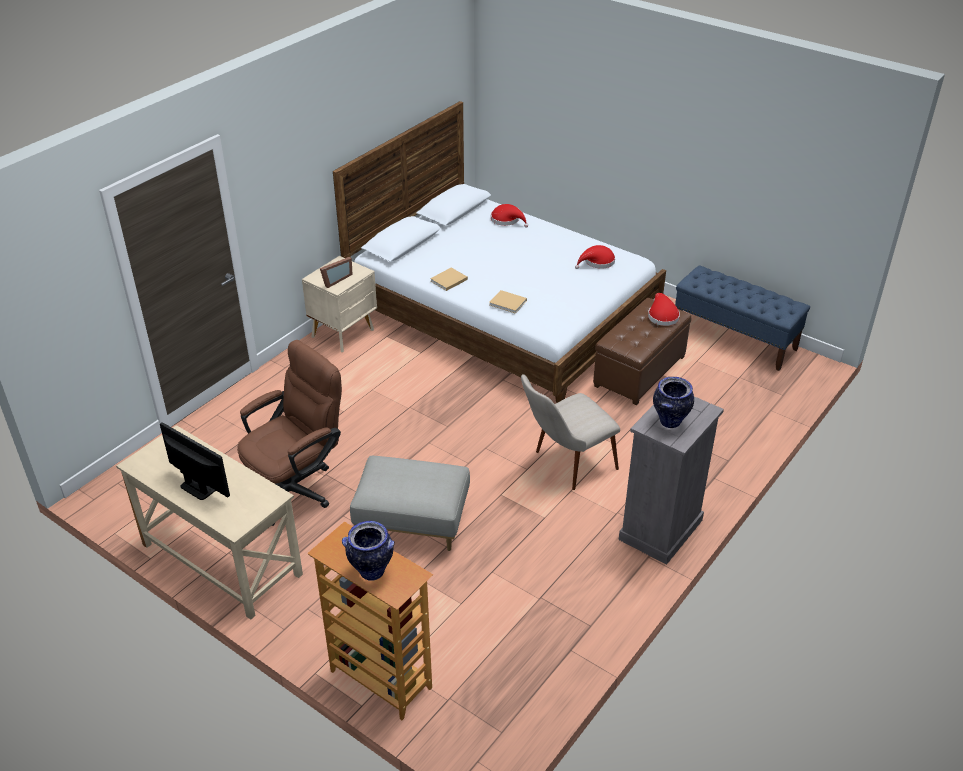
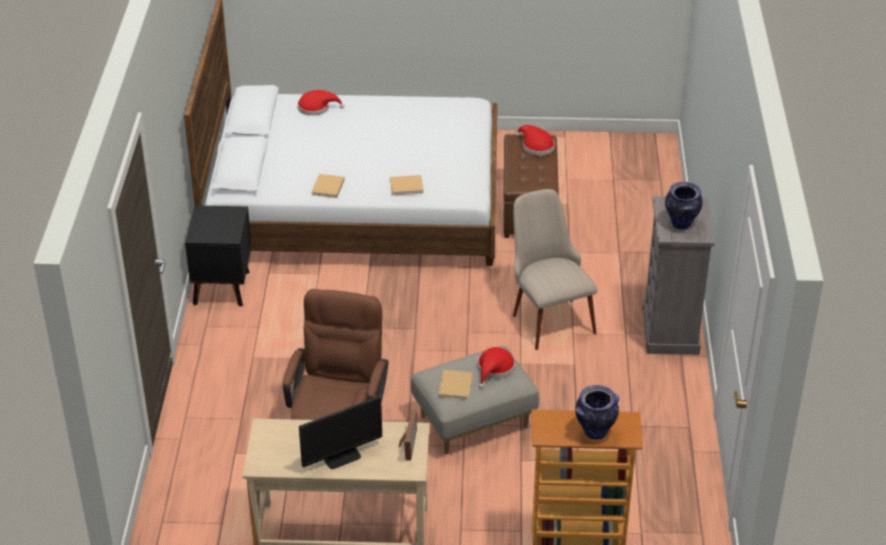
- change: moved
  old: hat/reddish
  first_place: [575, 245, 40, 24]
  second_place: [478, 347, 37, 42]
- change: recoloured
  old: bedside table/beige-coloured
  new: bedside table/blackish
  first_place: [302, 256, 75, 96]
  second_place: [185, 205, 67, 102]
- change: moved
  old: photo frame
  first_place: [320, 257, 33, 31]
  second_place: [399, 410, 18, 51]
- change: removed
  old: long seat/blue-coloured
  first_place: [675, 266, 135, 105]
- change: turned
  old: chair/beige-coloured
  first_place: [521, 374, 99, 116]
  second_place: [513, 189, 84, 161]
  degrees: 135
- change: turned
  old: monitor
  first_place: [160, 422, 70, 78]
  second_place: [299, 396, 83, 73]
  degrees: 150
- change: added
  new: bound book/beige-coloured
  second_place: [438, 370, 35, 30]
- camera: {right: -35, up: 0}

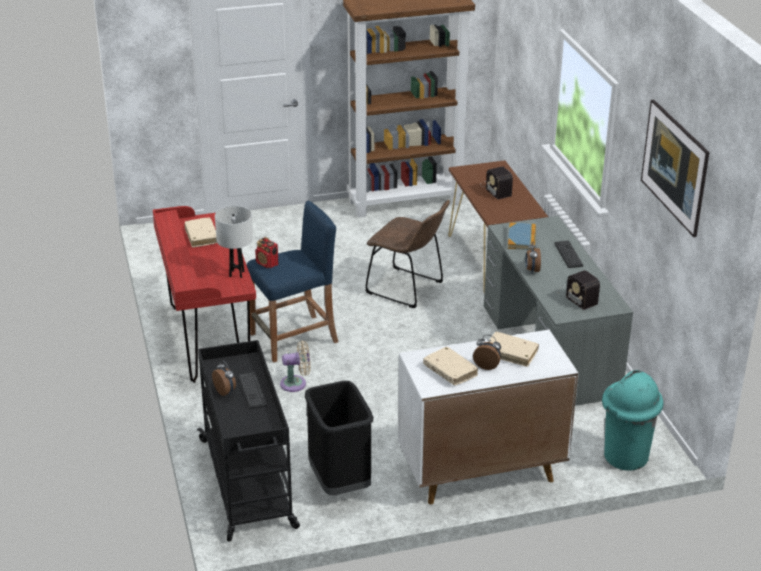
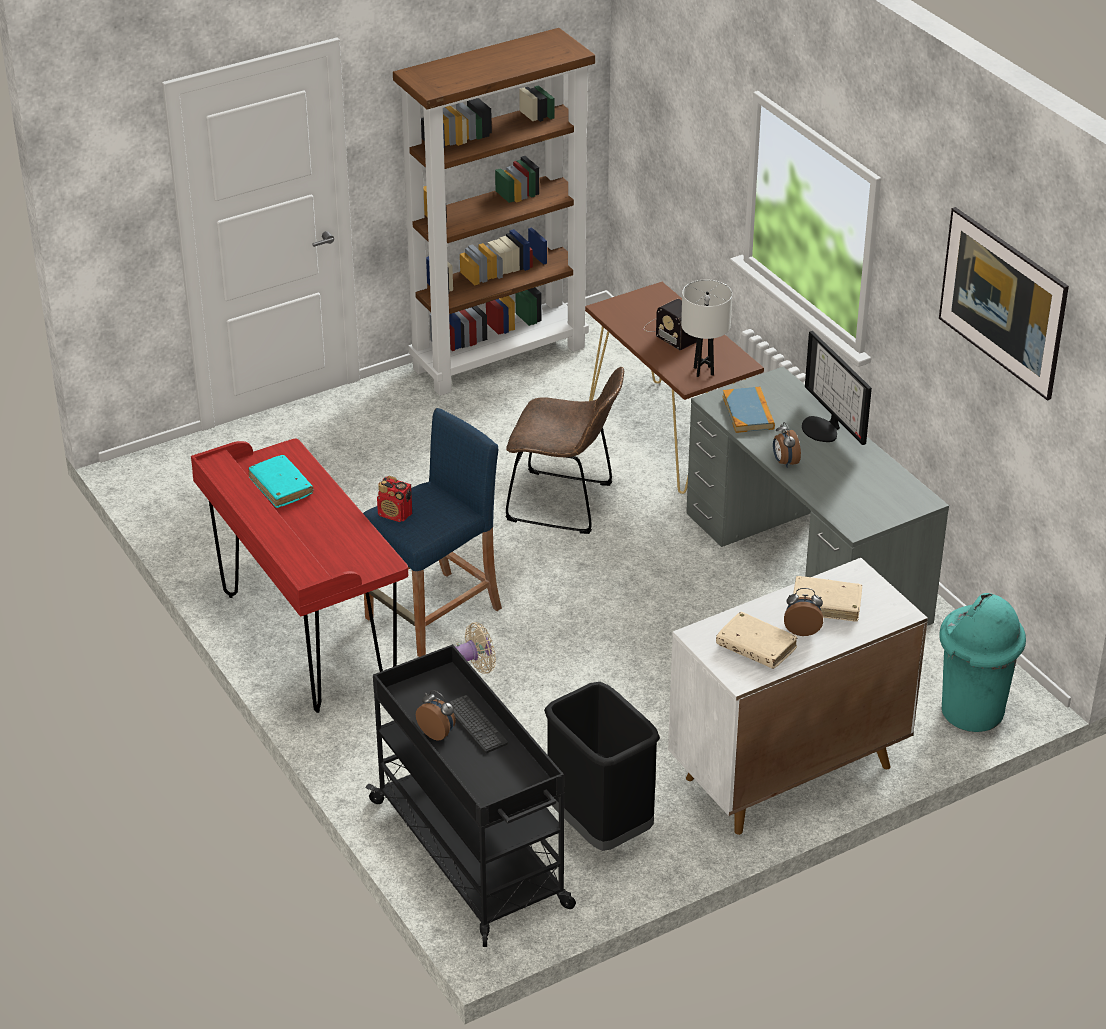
- change: moved
  old: table lamp/whitish
  first_place: [215, 206, 38, 72]
  second_place: [681, 280, 52, 97]
- change: recoloured
  old: bound book/beige-coloured
  new: bound book/turquoise
  first_place: [184, 218, 33, 29]
  second_place: [249, 455, 64, 53]
- change: replaced
  old: keyboard
  new: monitor
  first_place: [554, 240, 29, 28]
  second_place: [802, 331, 70, 114]
- change: removed
  old: radio receiver
  first_place: [557, 270, 43, 40]
- camera: {right: -15, up: 5}

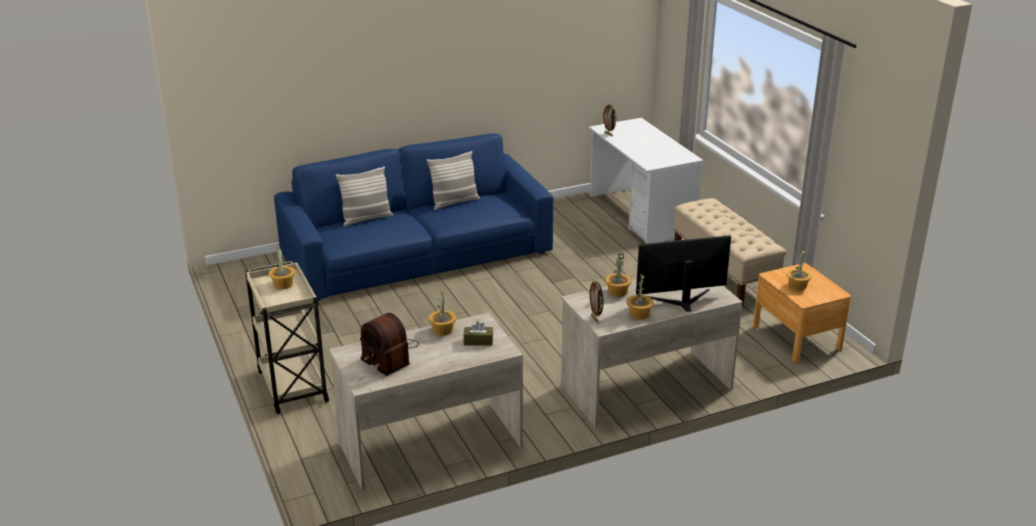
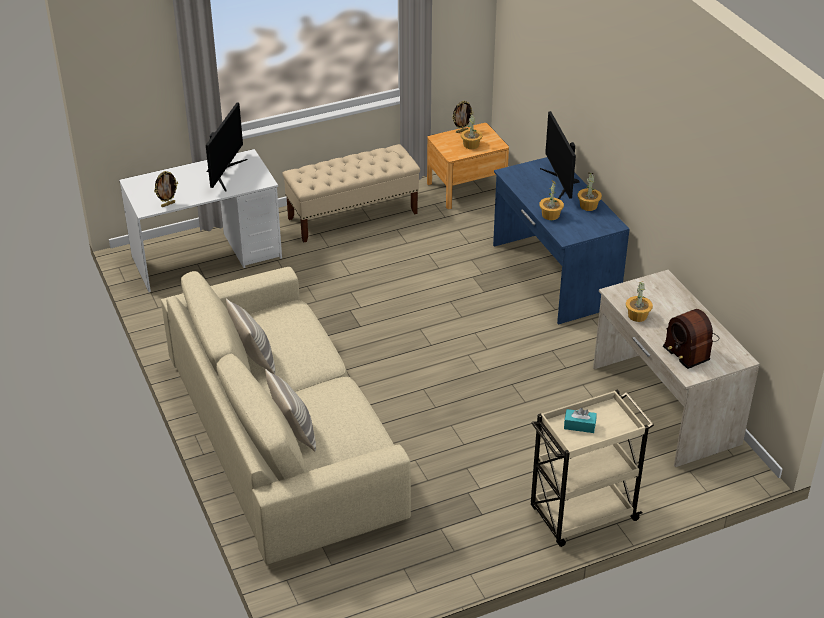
- change: recoloured
  old: settee/blue-coloured
  new: settee/beige-coloured
  first_place: [274, 133, 279, 168]
  second_place: [161, 267, 250, 298]
- change: replaced
  old: plant in a pot
  new: tissue holder/turquoise
  first_place: [269, 248, 26, 41]
  second_place: [564, 408, 33, 25]
- change: recoloured
  old: desk unit/beige-coloured
  new: desk unit/blue-coloured
  first_place: [561, 279, 181, 149]
  second_place: [493, 157, 137, 168]
- change: moved
  old: photo frame
  first_place: [589, 280, 14, 44]
  second_place: [452, 101, 22, 32]
- change: turned
  old: radio receiver
  first_place: [360, 313, 59, 63]
  second_place: [663, 309, 56, 60]
  degrees: 105
- change: removed
  old: tissue holder/brownish
  first_place: [463, 321, 30, 25]
- change: added
  new: monitor
  second_place: [206, 102, 42, 90]
- camera: {right: -90, up: 10}

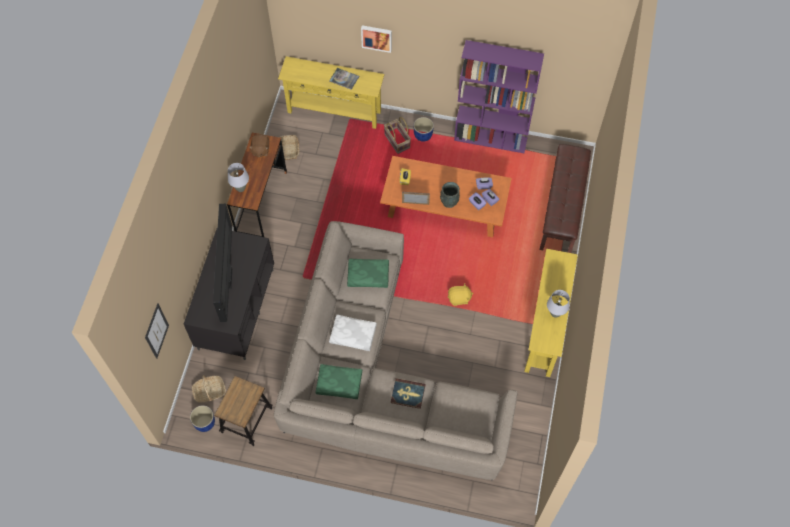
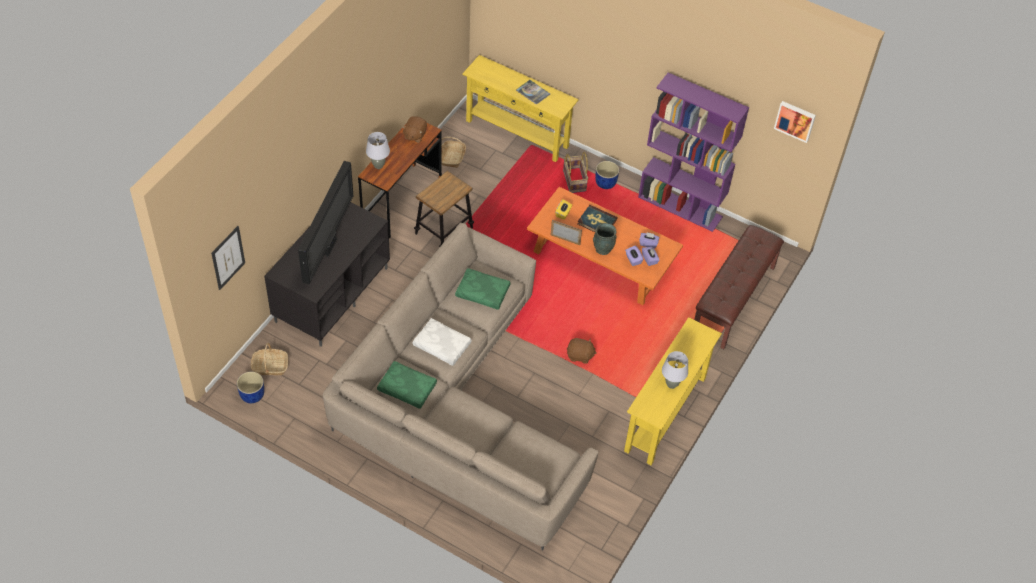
- change: moved
  old: picture
  first_place: [361, 25, 31, 28]
  second_place: [774, 101, 42, 42]
- change: recoloured
  old: cuddly toy/yellow-coloured
  new: cuddly toy/brownish
  first_place: [448, 283, 25, 23]
  second_place: [567, 338, 30, 26]
- change: moved
  old: sitting stool
  first_place: [214, 376, 58, 70]
  second_place: [414, 171, 60, 76]
- change: moved
  old: bound book
  first_place: [391, 378, 35, 31]
  second_place: [578, 205, 39, 27]
- camera: {right: 15, up: -10}

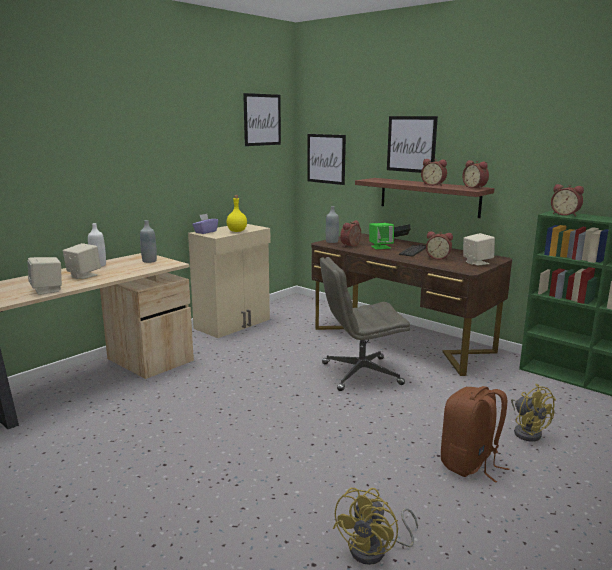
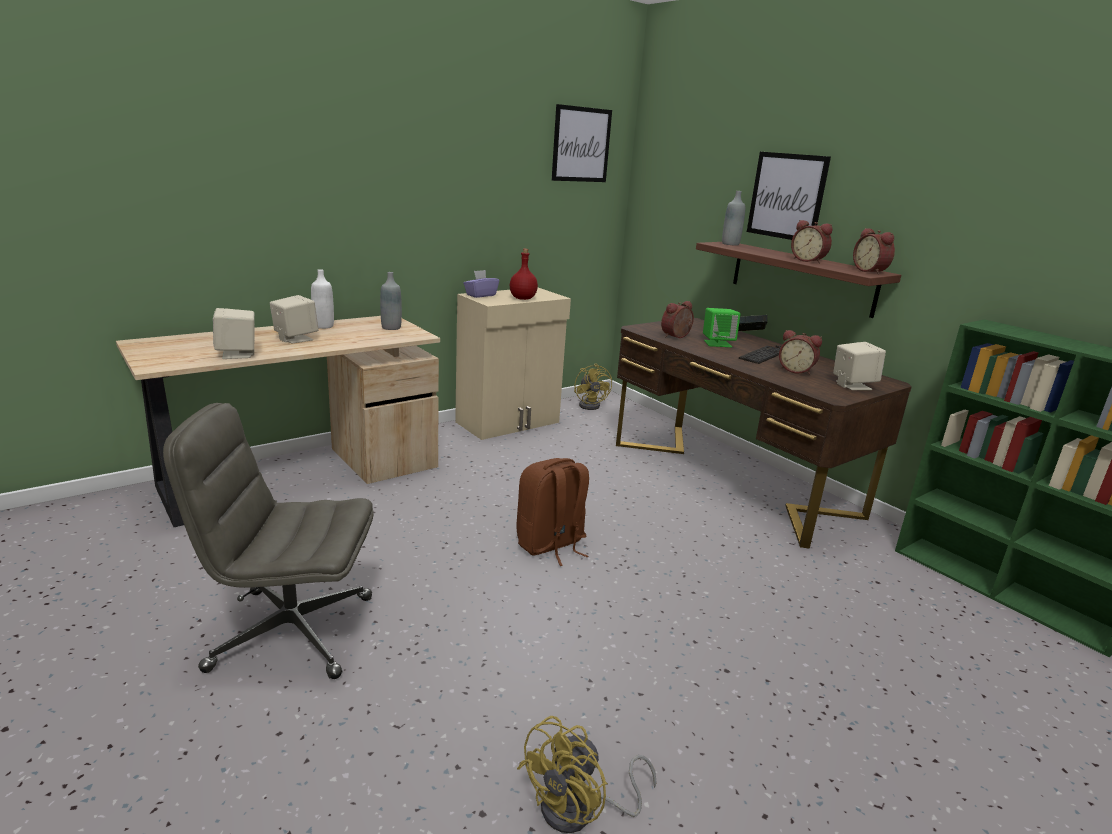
- change: removed
  old: picture
  first_place: [307, 134, 39, 51]
- change: removed
  old: alarm clock
  first_place: [551, 184, 33, 32]
- change: recoloured
  old: bottle/yellow-coloured
  new: bottle/reddish
  first_place: [227, 195, 20, 37]
  second_place: [510, 249, 28, 51]
- change: moved
  old: bottle/gray
  first_place: [326, 206, 13, 37]
  second_place: [722, 191, 23, 55]
- change: moved
  old: computer chair/gray
  first_place: [320, 257, 90, 134]
  second_place: [163, 403, 211, 276]
- change: moved
  old: cooling fan/yellow-coloured
  first_place: [511, 384, 45, 57]
  second_place: [574, 363, 38, 47]
- change: moved
  old: knapsack/brownish
  first_place: [441, 386, 68, 97]
  second_place: [516, 458, 73, 108]
- camera: {right: 10, up: 5}

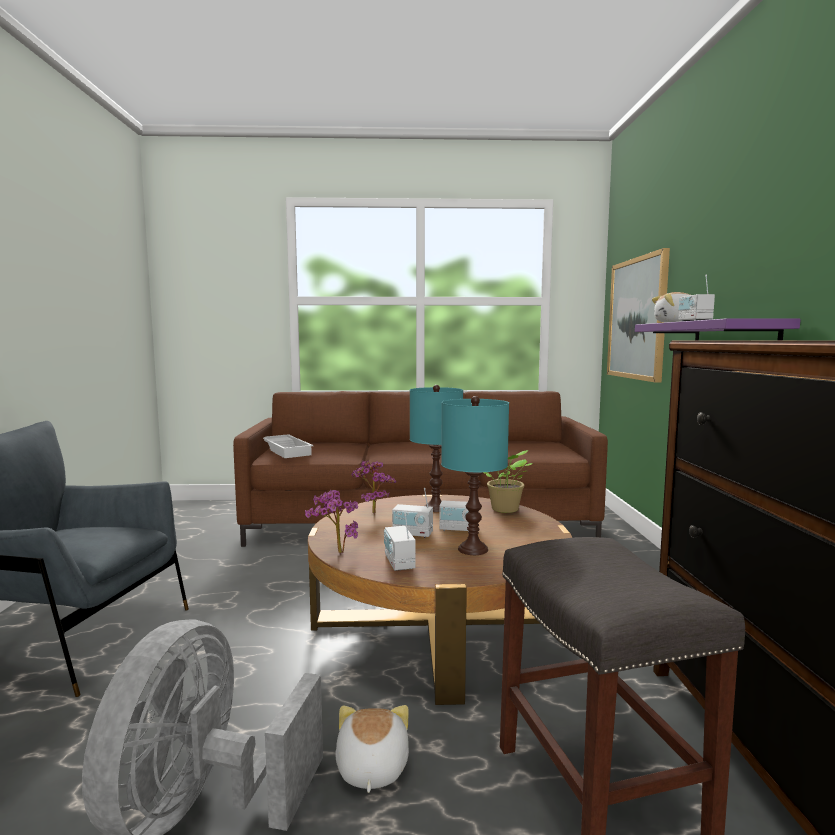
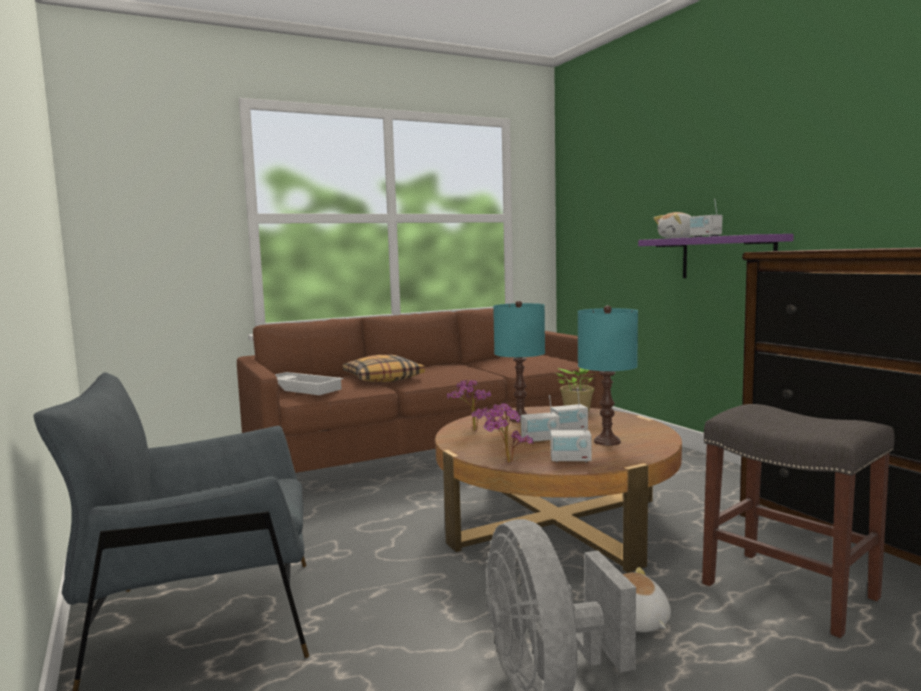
- change: removed
  old: picture
  first_place: [607, 248, 63, 135]
- change: turned
  old: radio receiver
  first_place: [384, 514, 32, 57]
  second_place: [550, 411, 42, 52]
  degrees: -45
- change: added
  new: pillow
  second_place: [343, 355, 82, 27]
- camera: {right: -25, up: 0}

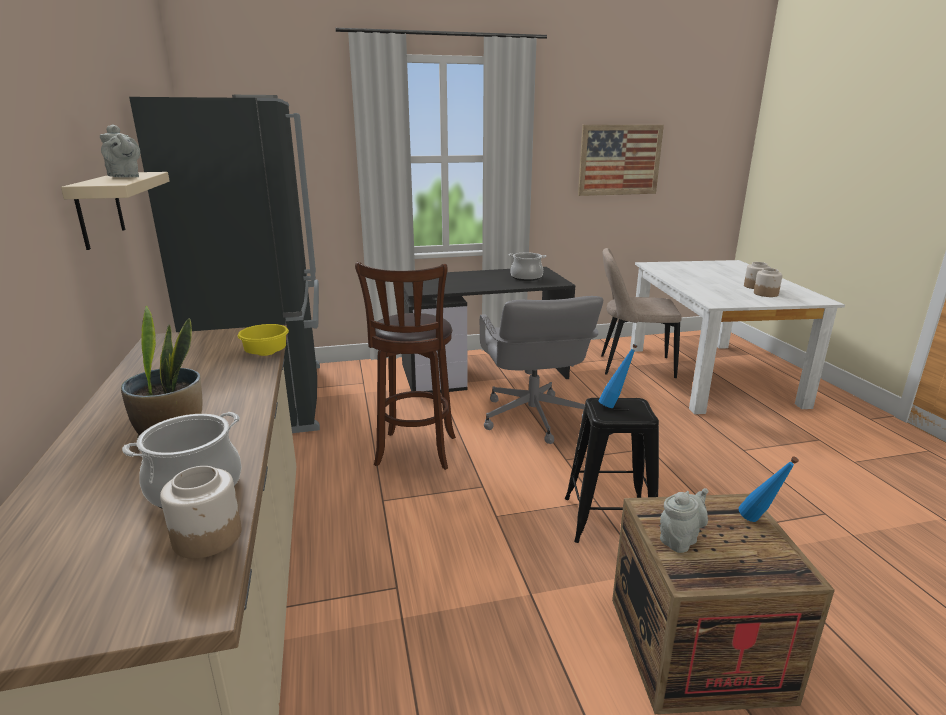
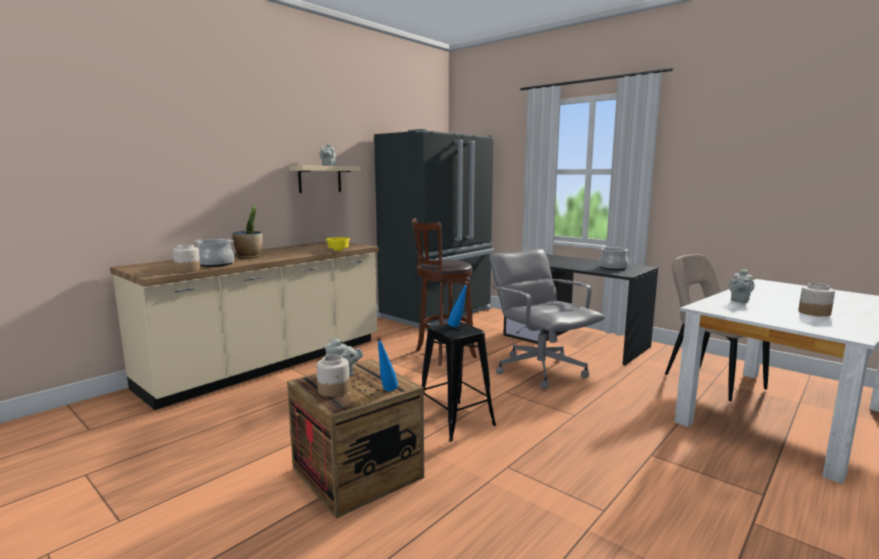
- change: removed
  old: picture
  first_place: [578, 125, 86, 71]
- change: moved
  old: storage jar
  first_place: [754, 268, 29, 29]
  second_place: [317, 355, 33, 42]
- change: turned
  old: computer chair/gray
  first_place: [480, 296, 123, 148]
  second_place: [489, 249, 116, 140]
  degrees: 105
- change: added
  new: teapot/gray
  second_place: [728, 269, 27, 34]
- camera: {right: 55, up: -10}

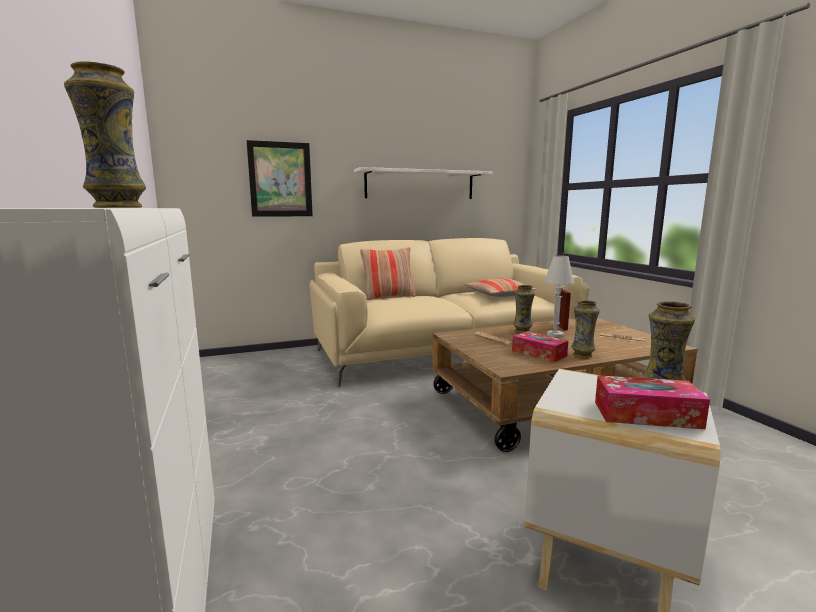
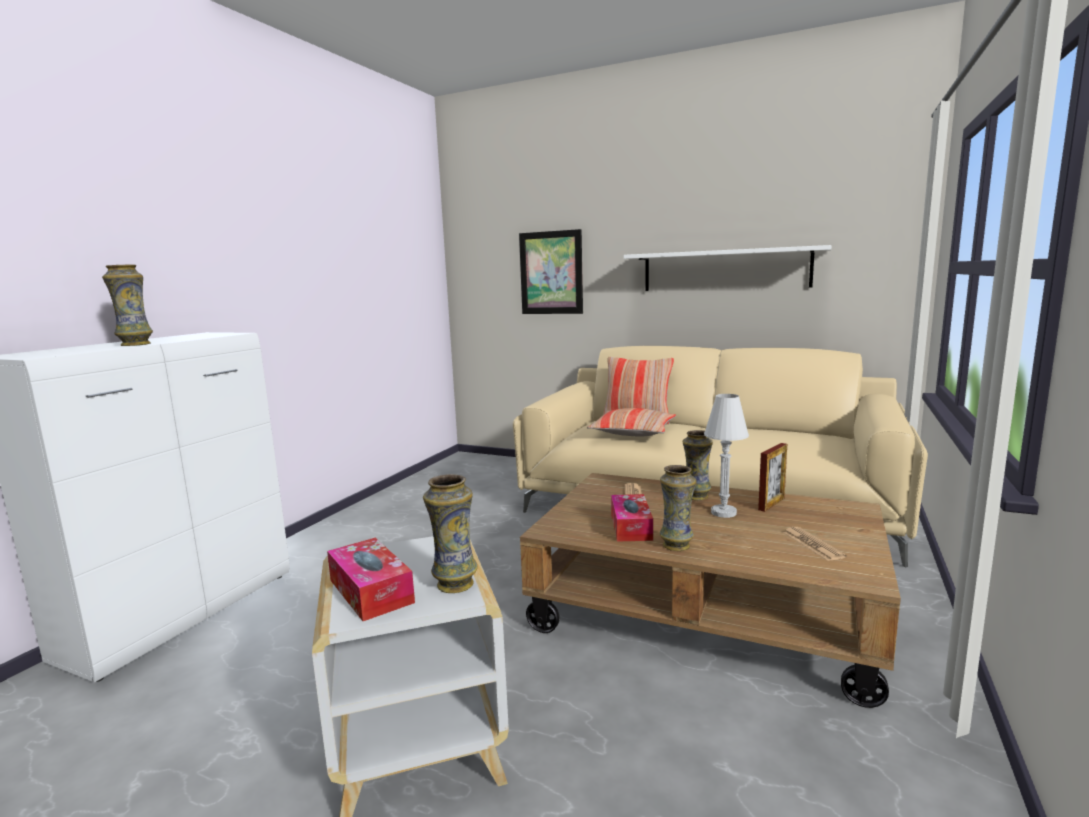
- change: moved
  old: pillow
  first_place: [464, 278, 73, 19]
  second_place: [587, 408, 89, 29]
- camera: {right: 45, up: 0}

